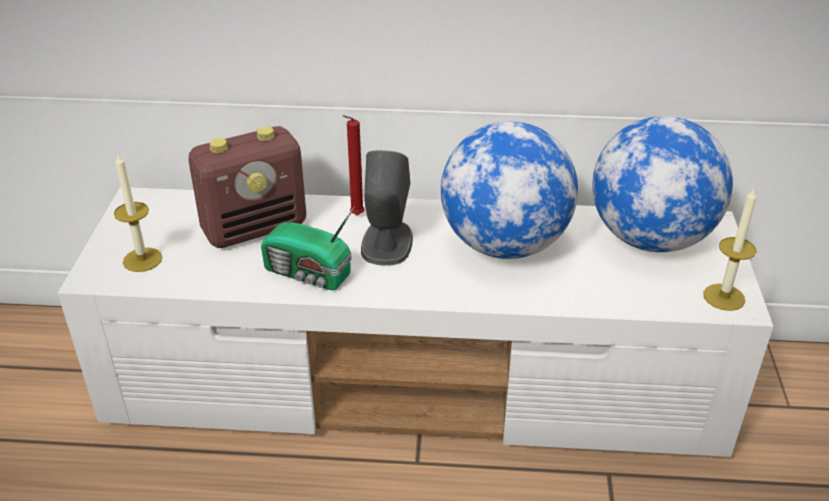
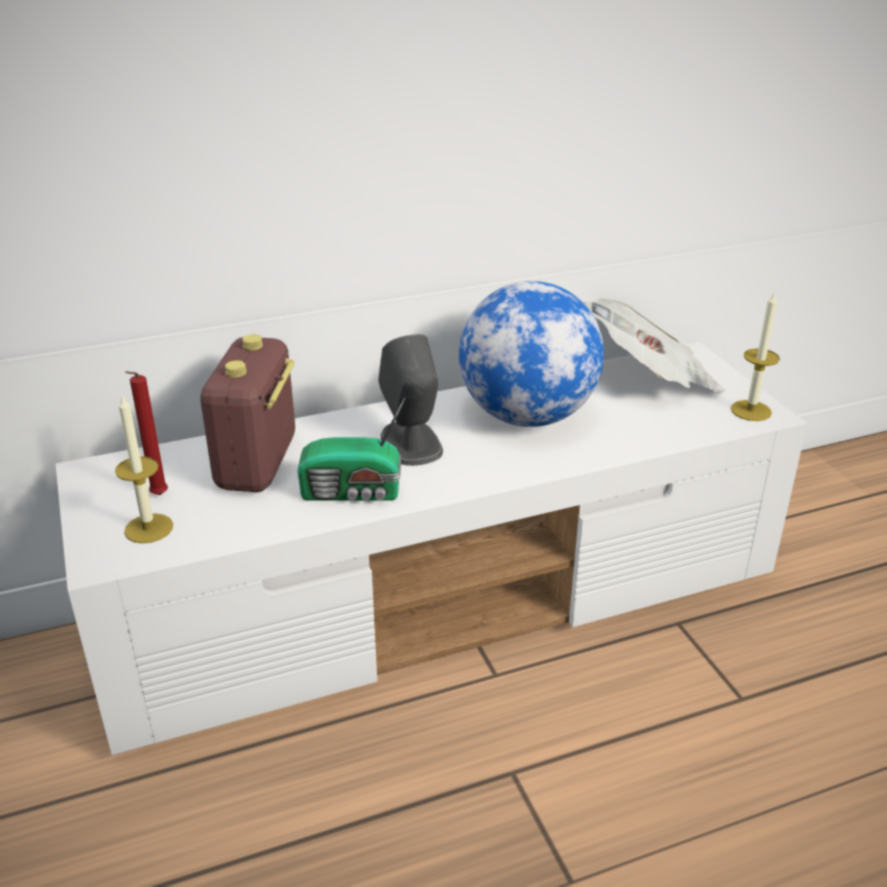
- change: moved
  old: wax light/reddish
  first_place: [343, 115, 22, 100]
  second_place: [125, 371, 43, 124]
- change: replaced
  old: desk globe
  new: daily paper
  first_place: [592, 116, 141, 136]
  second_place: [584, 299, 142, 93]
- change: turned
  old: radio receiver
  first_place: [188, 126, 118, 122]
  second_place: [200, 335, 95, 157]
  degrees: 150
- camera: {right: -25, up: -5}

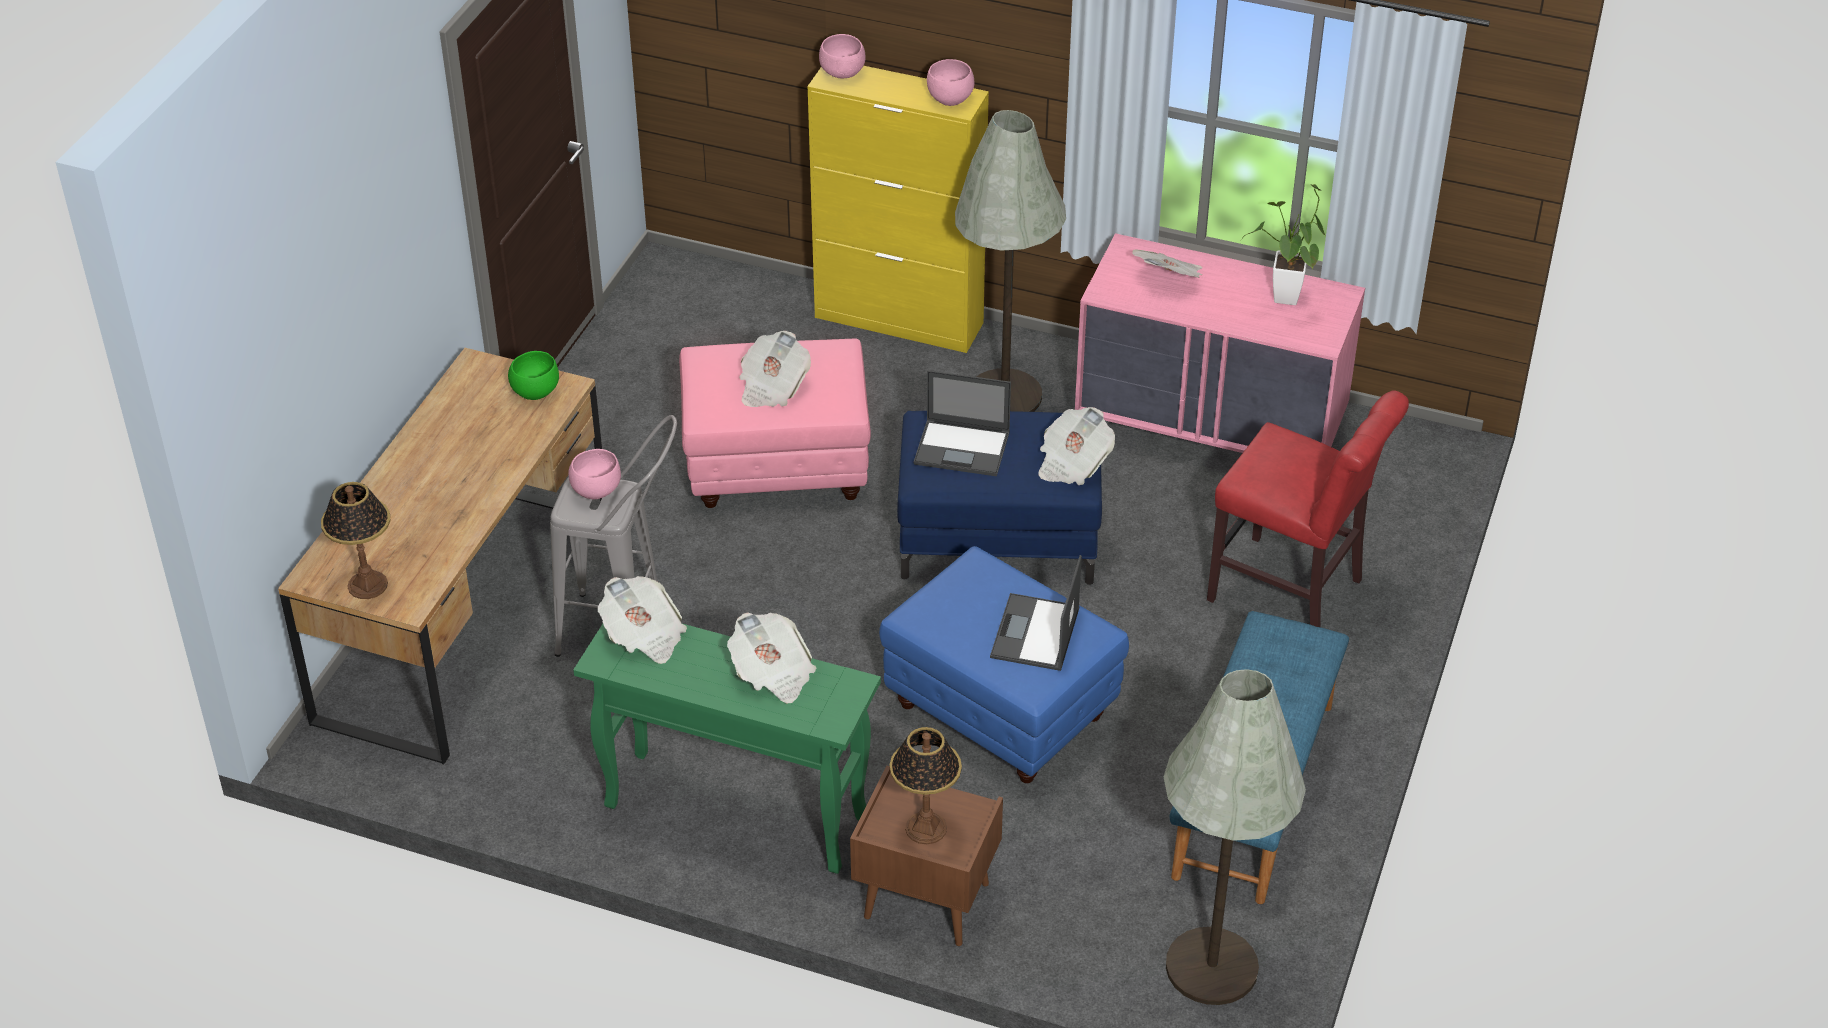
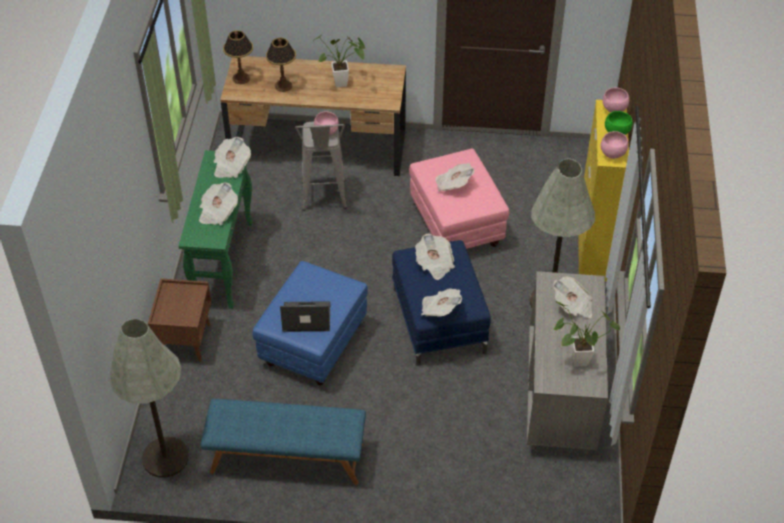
- change: recoloured
  old: chest of drawers/pinkish
  new: chest of drawers/gray
  first_place: [1075, 233, 290, 220]
  second_place: [527, 271, 81, 183]
- change: moved
  old: serving bowl/green
  first_place: [508, 351, 51, 49]
  second_place: [605, 111, 28, 24]
- change: replaced
  old: laptop
  new: daily paper
  first_place: [914, 370, 97, 106]
  second_place: [415, 233, 40, 47]
- change: removed
  old: chair/reddish
  first_place: [1207, 391, 202, 236]
- change: moved
  old: table lamp
  first_place: [890, 727, 72, 117]
  second_place: [266, 38, 30, 54]
- change: added
  new: plant in a pot
  second_place: [313, 35, 53, 52]
- camera: {right: 75, up: 5}

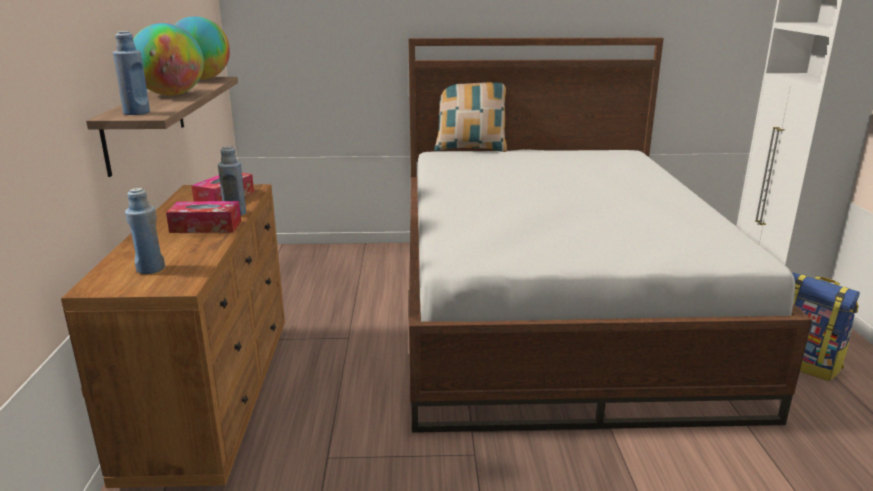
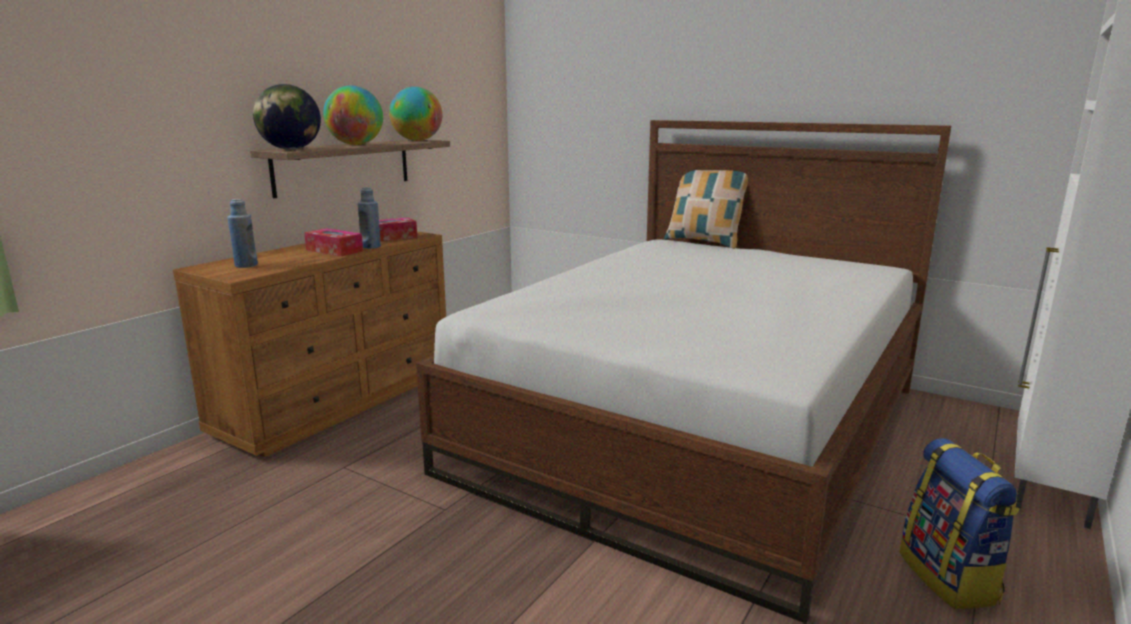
- change: replaced
  old: bottle/blue-coloured
  new: desk globe
  first_place: [113, 31, 37, 84]
  second_place: [253, 84, 68, 66]
- camera: {right: 35, up: -5}

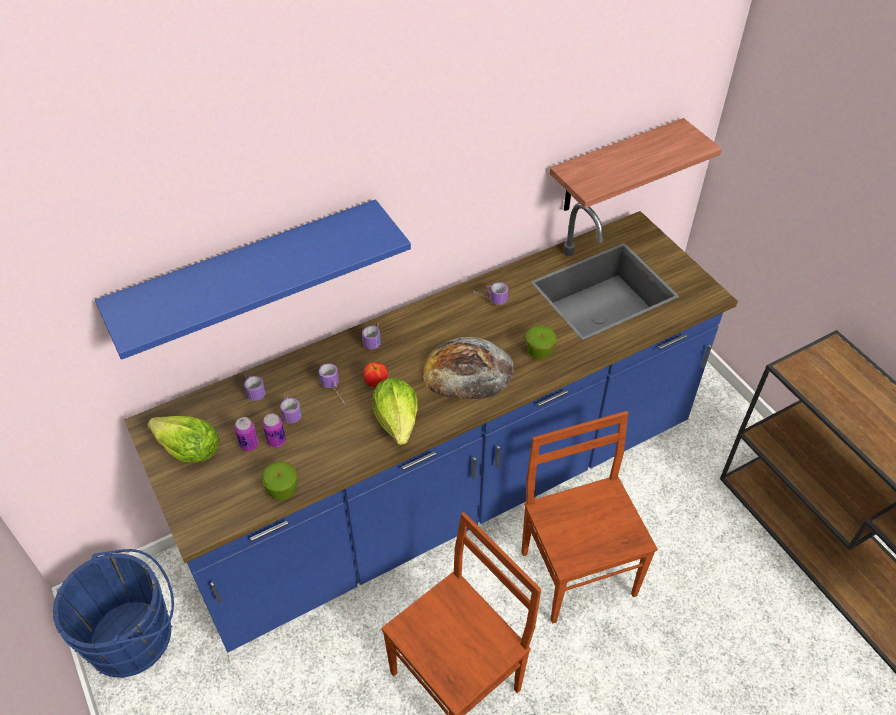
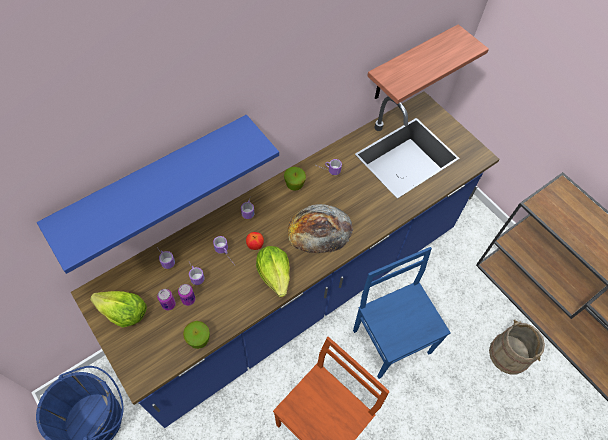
- change: moved
  old: apple
  first_place: [526, 326, 31, 33]
  second_place: [284, 167, 22, 24]
- change: recoloured
  old: chair/brownish
  new: chair/blue-coloured
  first_place: [521, 411, 136, 213]
  second_place: [353, 247, 98, 132]
- change: added
  new: pail/beige-coloured
  second_place: [489, 320, 56, 55]
- camera: {right: -10, up: 10}

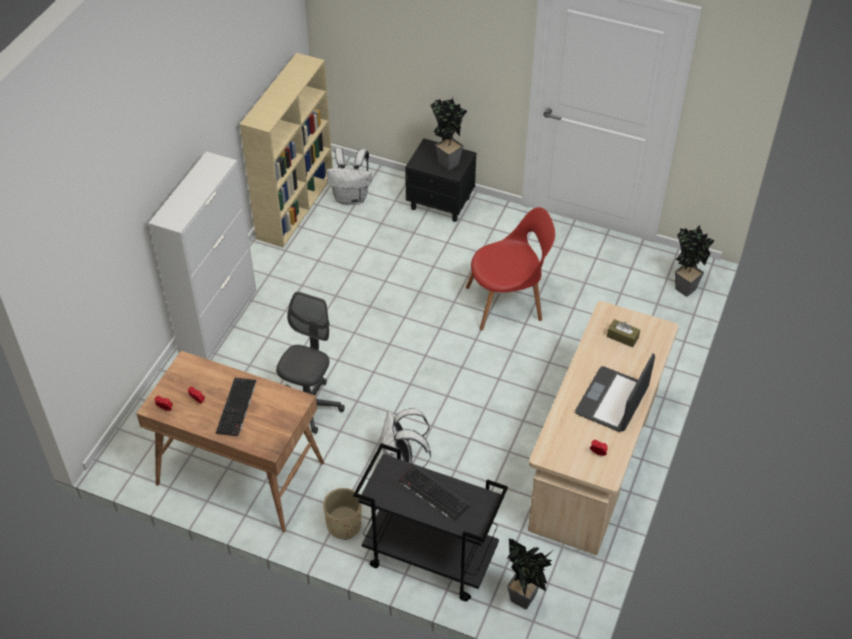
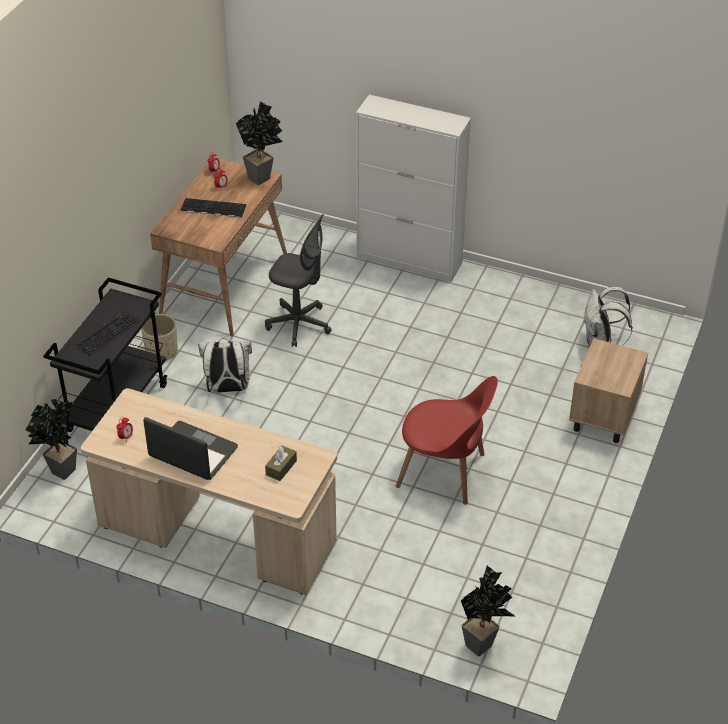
- change: removed
  old: bookshelf/beige-coloured
  first_place: [240, 53, 93, 194]
- change: moved
  old: plant in a pot
  first_place: [430, 98, 37, 72]
  second_place: [236, 102, 47, 83]
- change: recoloured
  old: bedside table/blackish
  new: bedside table/beige-coloured
  first_place: [405, 138, 72, 84]
  second_place: [569, 338, 79, 105]
- change: turned
  old: chair/reddish
  first_place: [466, 207, 89, 123]
  second_place: [396, 376, 102, 129]
  degrees: -60
- camera: {right: 90, up: -5}

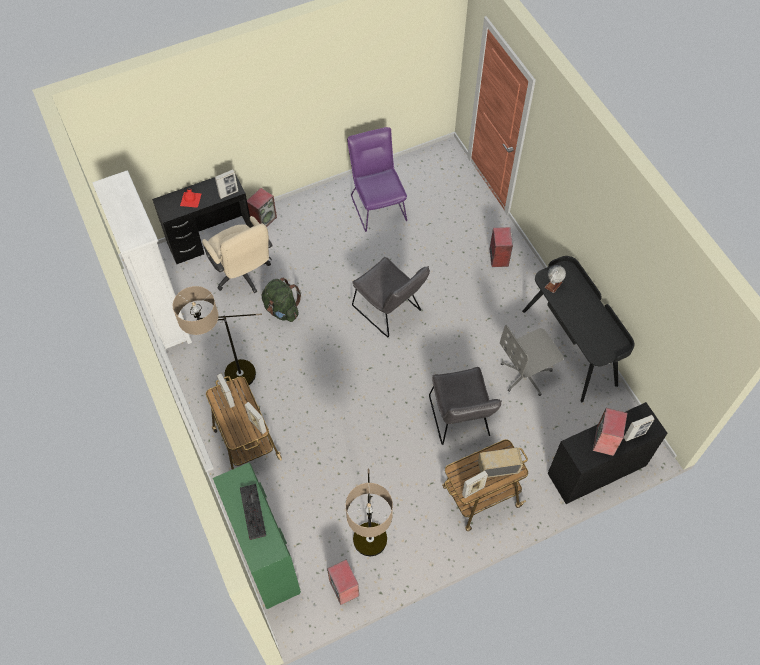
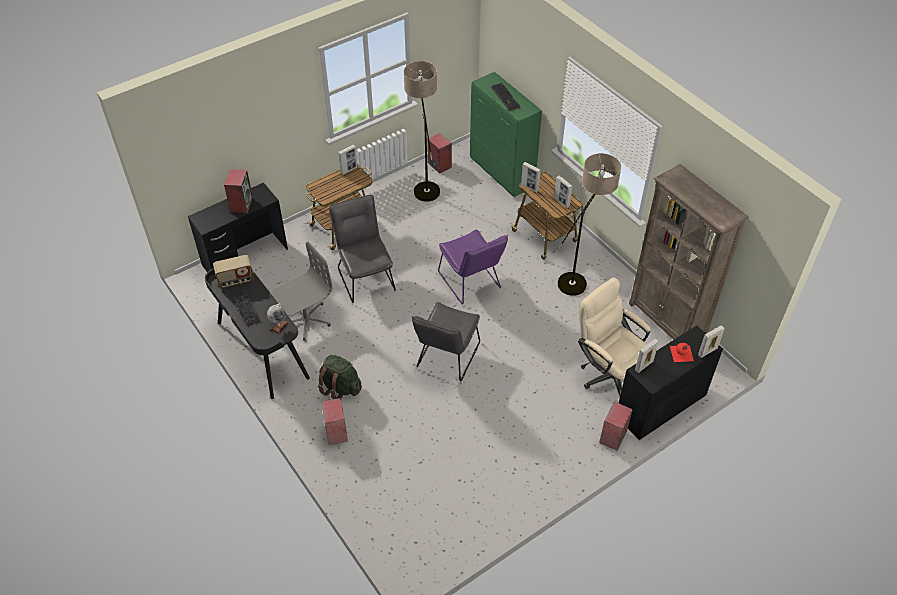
- change: moved
  old: chair/purple-coloured
  first_place: [347, 127, 60, 105]
  second_place: [438, 229, 70, 76]
- change: recoloured
  old: bookshelf/whitish
  new: bookshelf/brownish
  first_place: [92, 170, 100, 182]
  second_place: [629, 164, 120, 176]
- change: turned
  old: chair/gray
  first_place: [352, 257, 78, 80]
  second_place: [411, 302, 69, 79]
  degrees: -105
- change: moved
  old: knapsack/green
  first_place: [261, 278, 40, 44]
  second_place: [318, 355, 44, 44]
- change: moved
  old: photo frame
  first_place: [624, 415, 30, 26]
  second_place: [698, 325, 27, 33]
- change: moved
  old: radio receiver
  first_place: [478, 448, 45, 30]
  second_place: [213, 255, 41, 33]
- change: added
  new: keyboard
  second_place: [231, 288, 29, 38]
- camera: {right: 170, up: -10}

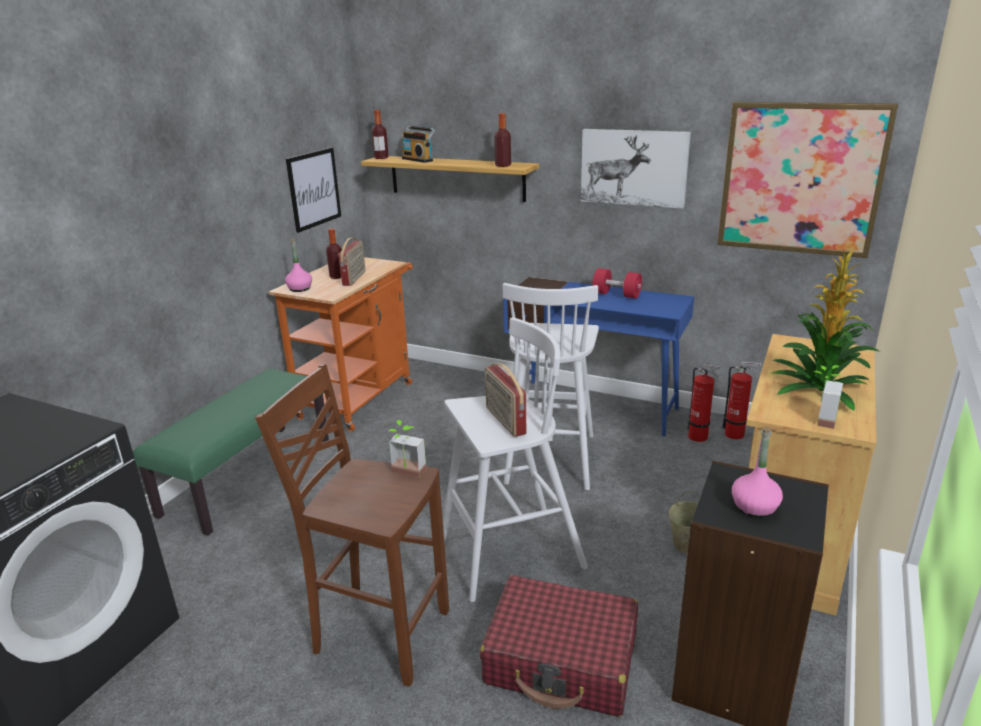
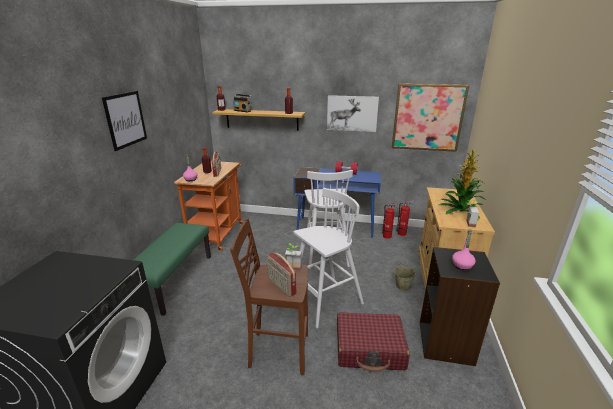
- change: moved
  old: picture
  first_place: [286, 147, 55, 86]
  second_place: [102, 91, 45, 60]
- change: moved
  old: radio receiver
  first_place: [485, 363, 41, 74]
  second_place: [266, 252, 30, 45]
- camera: {right: -15, up: 0}

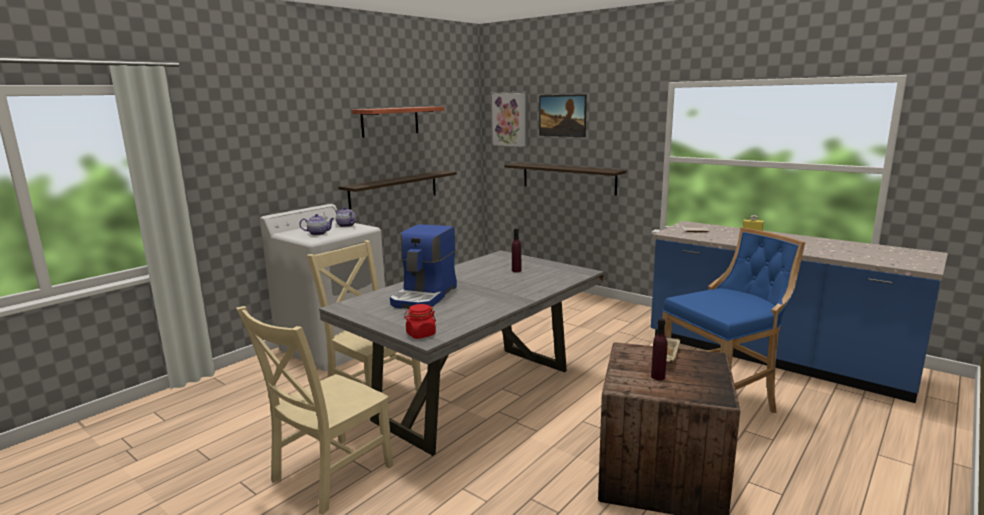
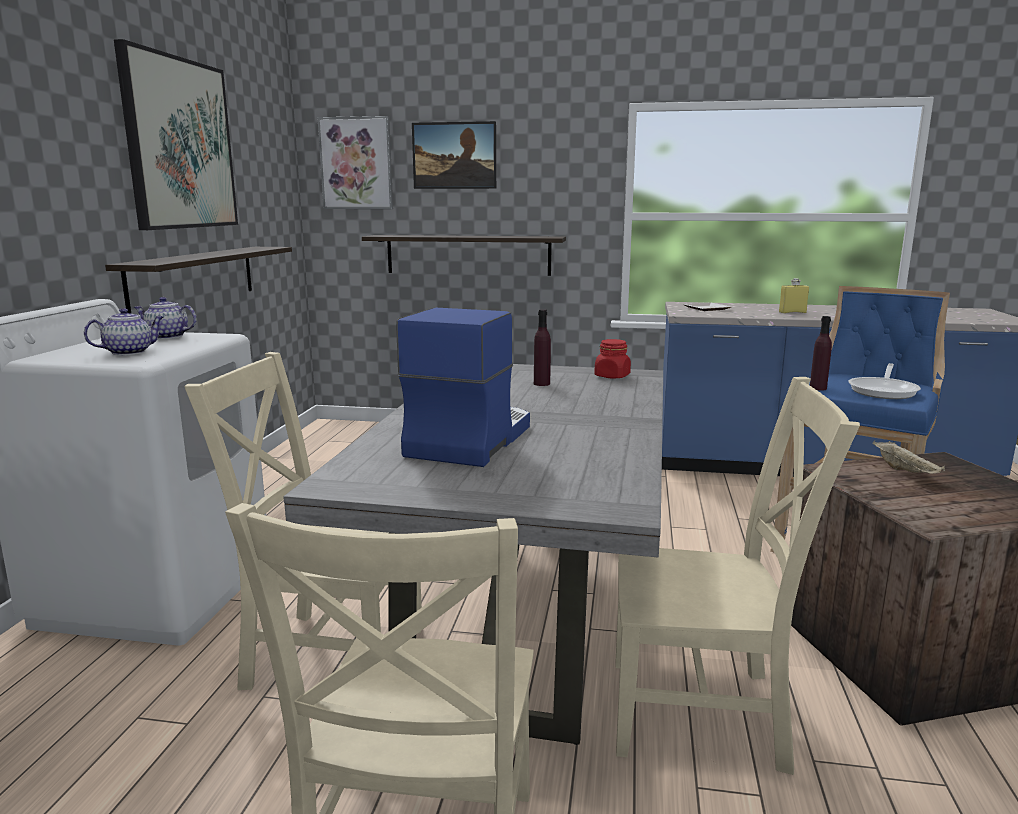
- change: replaced
  old: wall shelf
  new: picture
  first_place: [352, 107, 92, 31]
  second_place: [114, 39, 124, 191]
- change: turned
  old: coffee machine
  first_place: [390, 224, 67, 85]
  second_place: [396, 308, 134, 159]
  degrees: -150
- change: moved
  old: storage jar/reddish
  first_place: [404, 304, 32, 35]
  second_place: [594, 339, 37, 40]
- change: moved
  old: bottle/purple-coloured
  first_place: [651, 318, 16, 62]
  second_place: [810, 316, 22, 75]
- change: added
  new: pan
  second_place: [849, 363, 72, 36]
- change: added
  new: chair/beige-coloured
  second_place: [615, 377, 245, 398]
- camera: {right: -30, up: 0}

